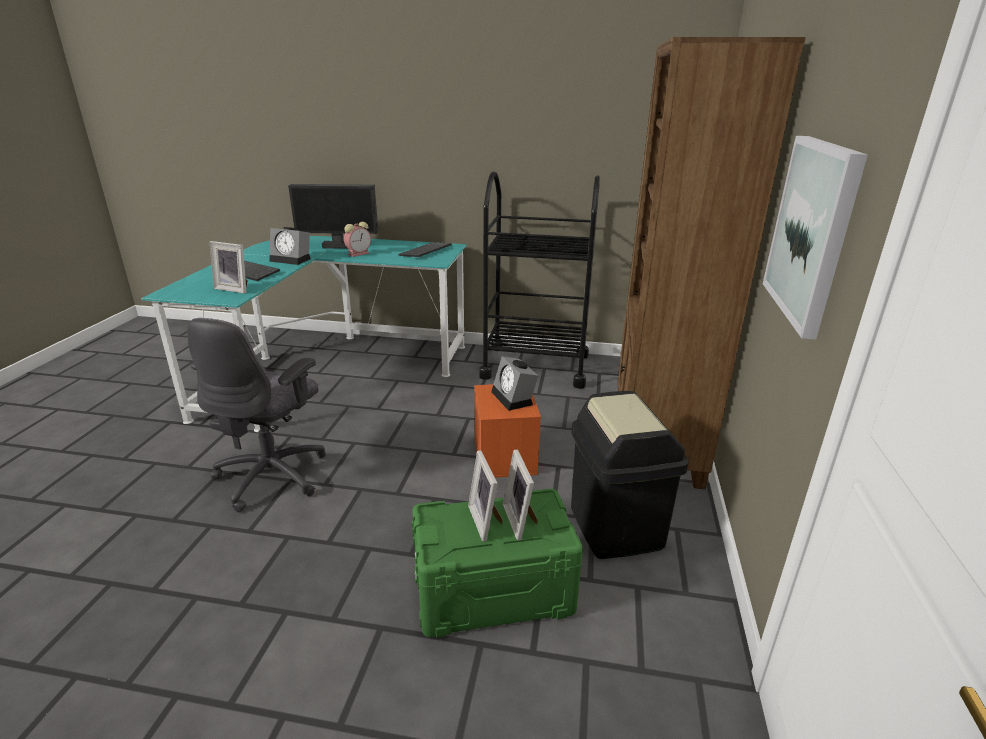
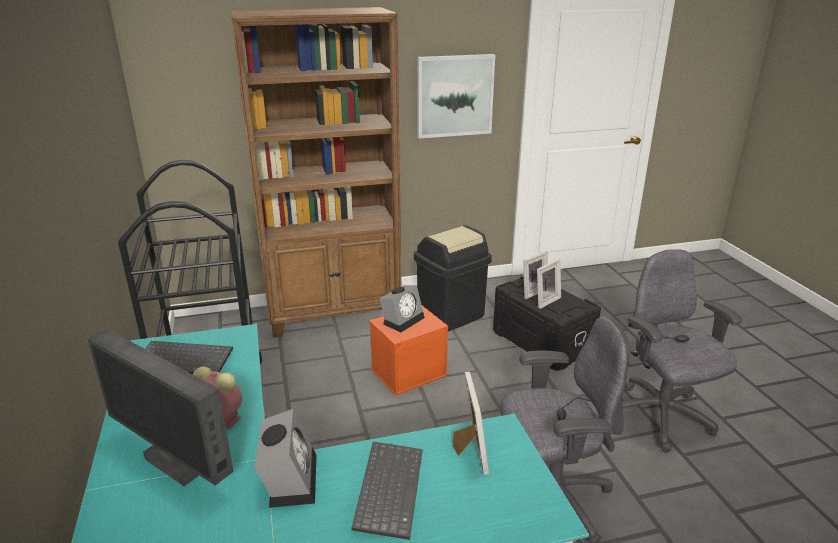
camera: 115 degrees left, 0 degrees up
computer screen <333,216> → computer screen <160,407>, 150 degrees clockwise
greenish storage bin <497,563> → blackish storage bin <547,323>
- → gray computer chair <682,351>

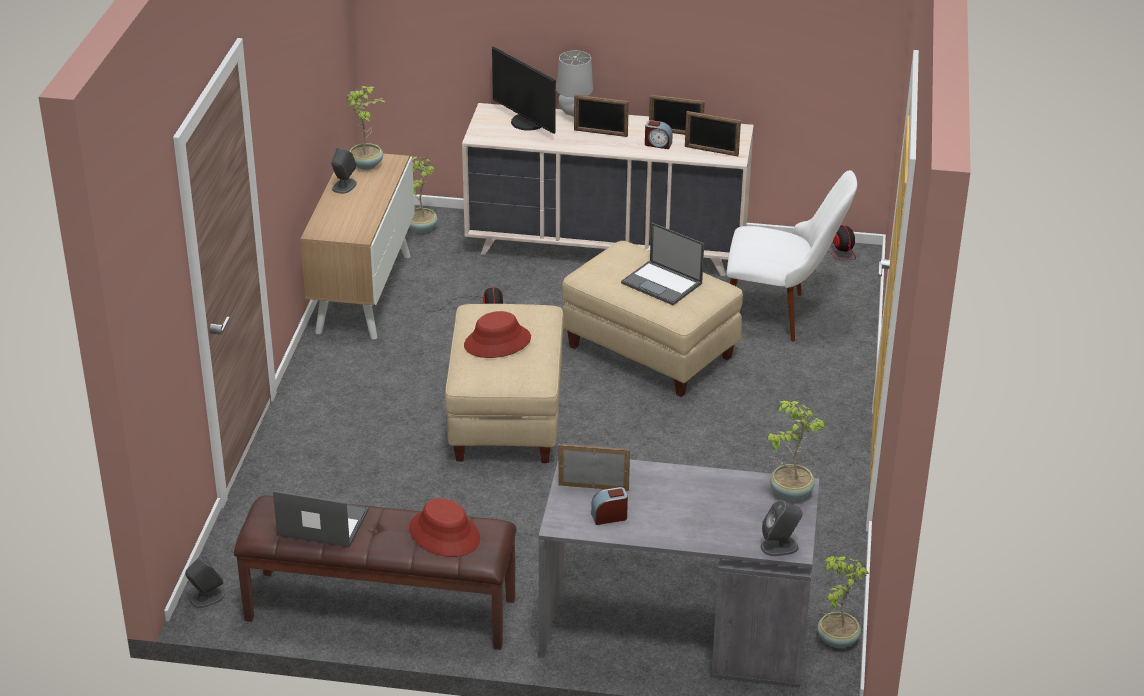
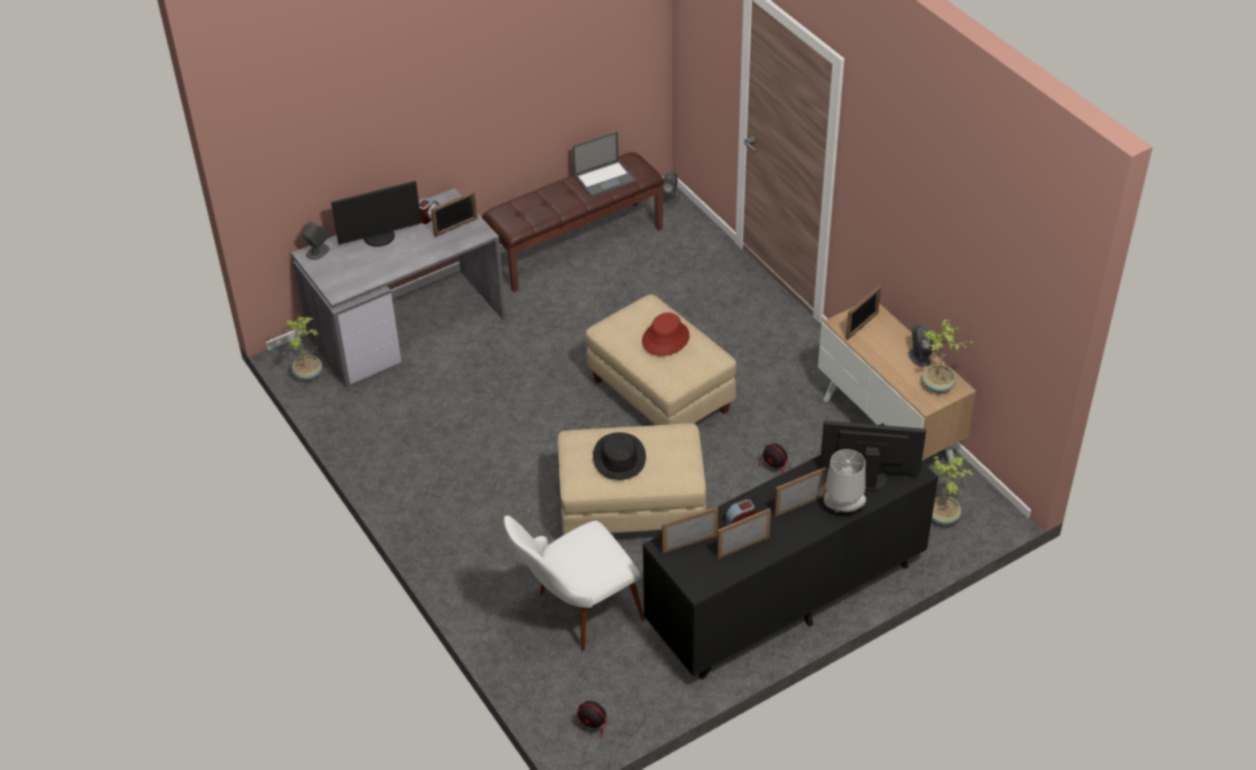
camera: 140 degrees right, 10 degrees up
red-coloured hat <444,527> → -
sand-coloured chest of drawers <608,189> → blackish chest of drawers <790,551>
portable computer <662,264> → blackish hat <619,456>
plant in a pot <796,450> → -
- → computer screen <376,214>
- → standing frame <863,312>

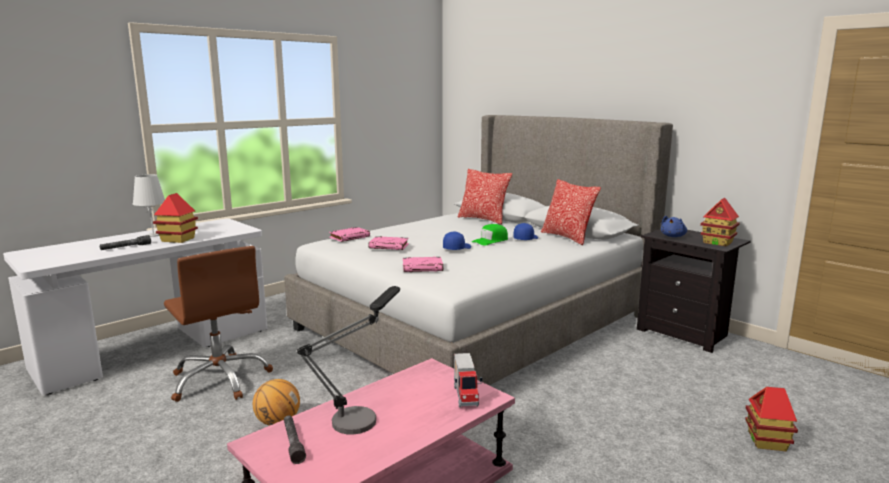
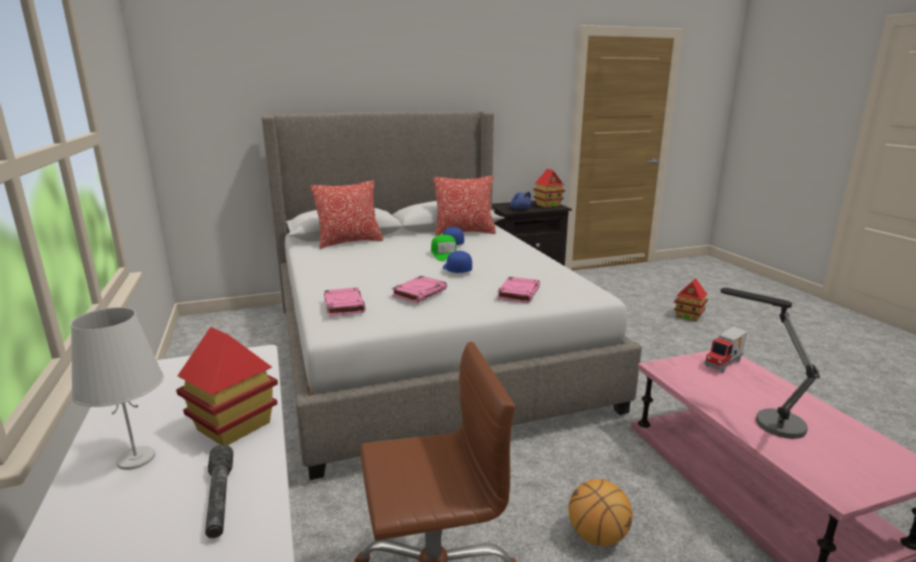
camera: 65 degrees left, 5 degrees up
gray flashlight <295,439> → -
model truck <468,380> → model truck <726,350>, 120 degrees clockwise

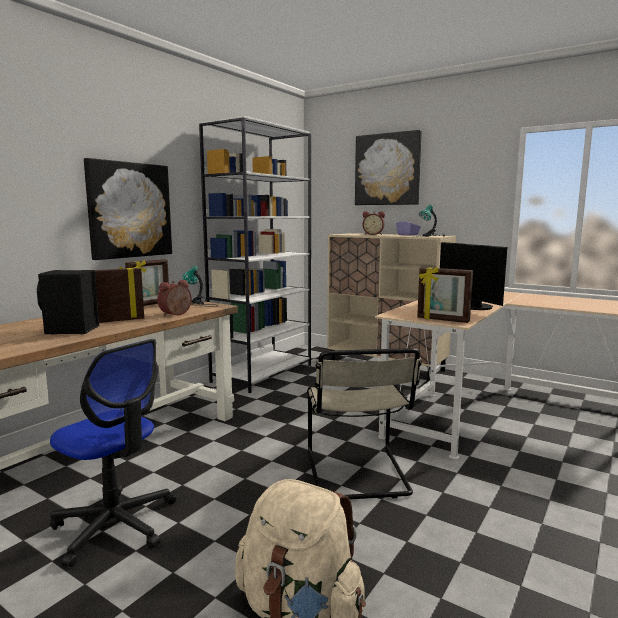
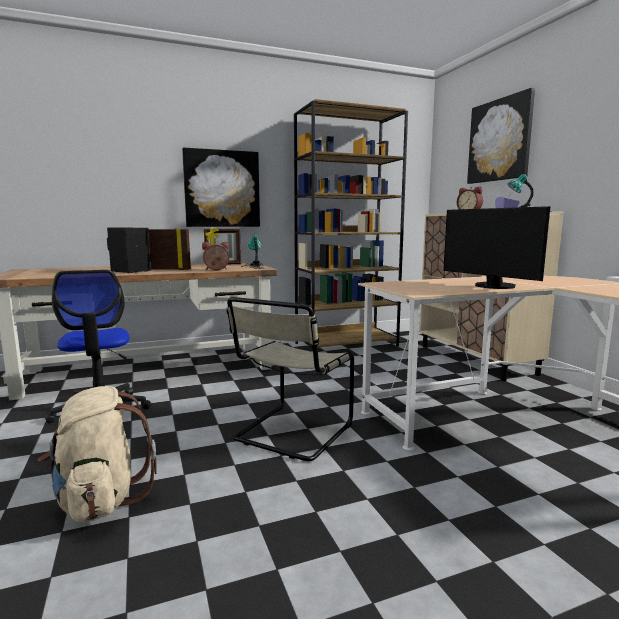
camera: 35 degrees right, 0 degrees up
white-coloured shelving unit <255,254> → brown-coloured shelving unit <351,225>
standing frame <445,295> → -
computer screen <473,276> → computer screen <496,247>, 45 degrees counterclockwise

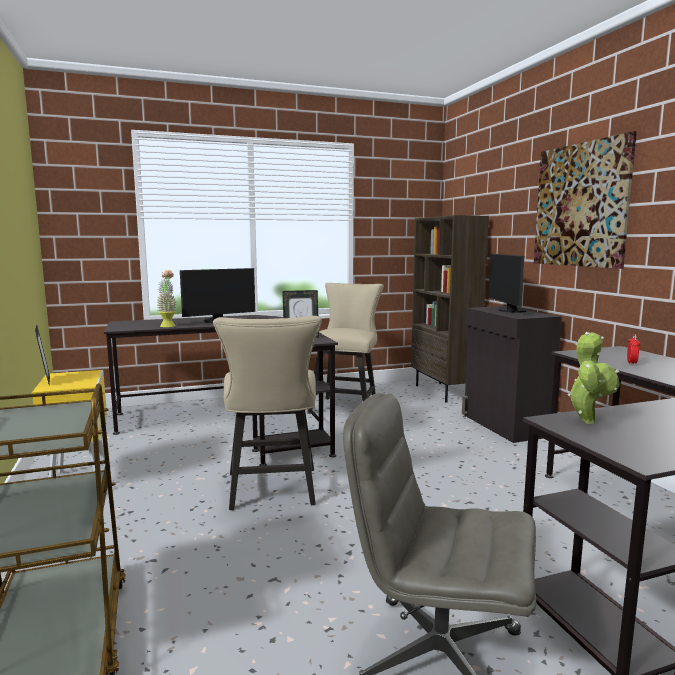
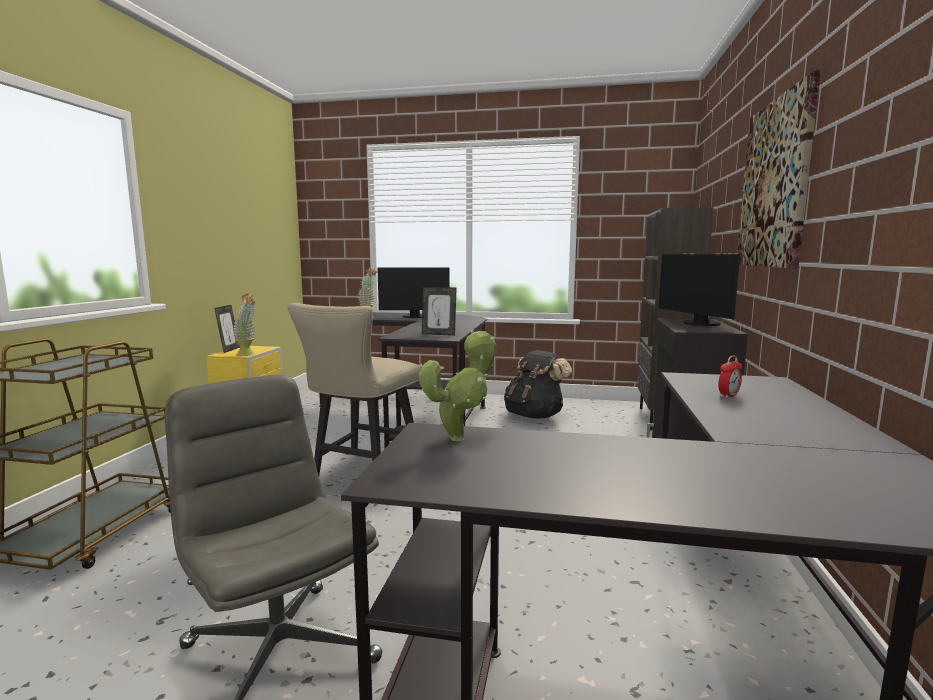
camera: 30 degrees right, 0 degrees up
sand-coloured plain chair <345,348> → blackish knapsack <538,384>
computer screen <508,283> → computer screen <699,289>, 45 degrees counterclockwise
- → plant in a pot <243,325>

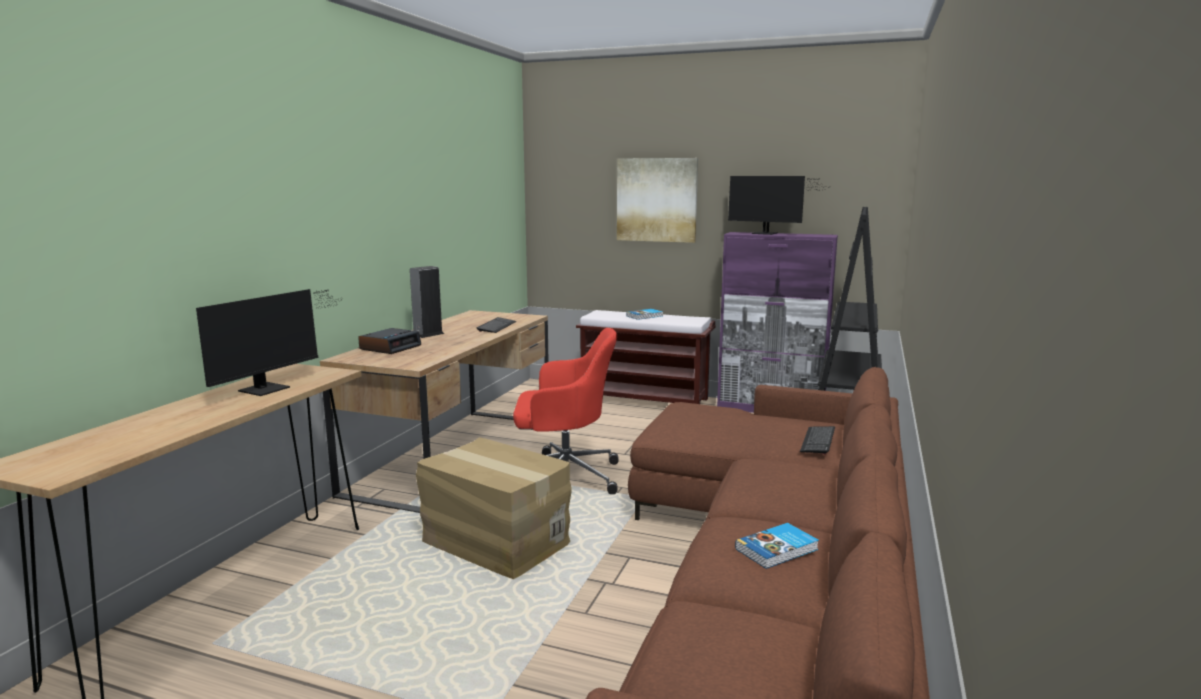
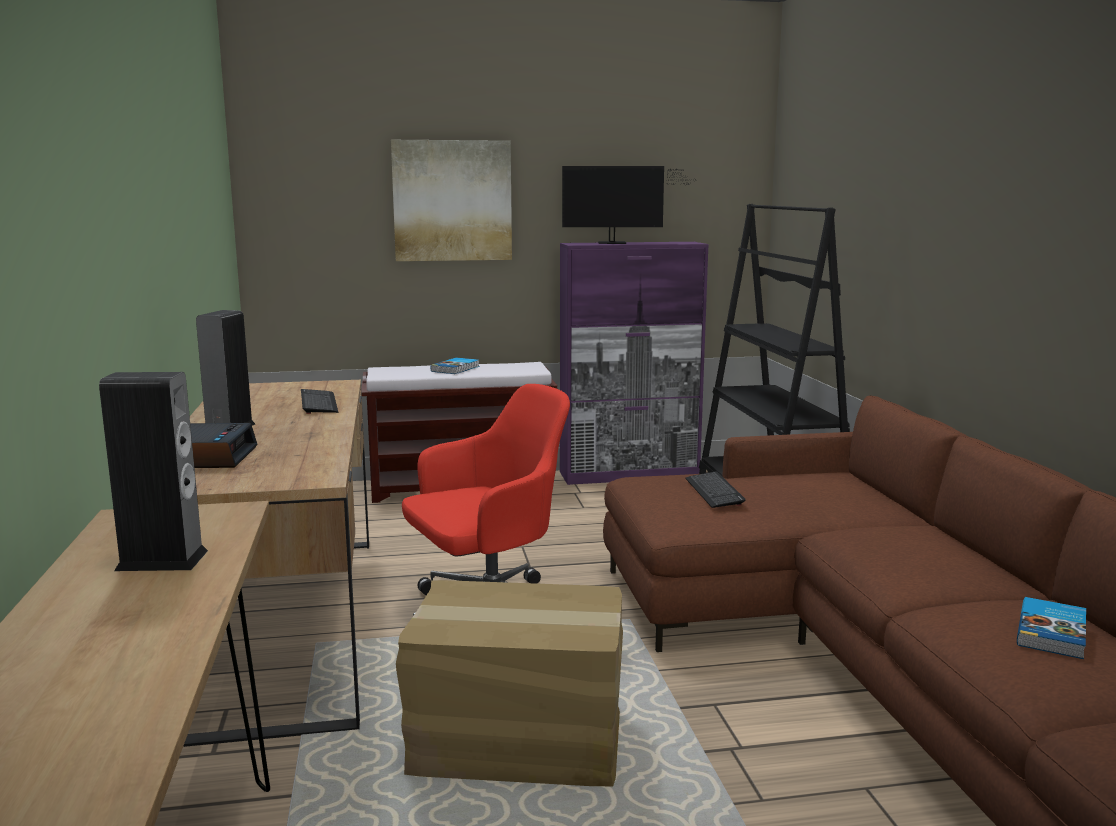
camera: 30 degrees left, 0 degrees up
computer screen <269,342> → loudspeaker <153,471>
computer keyboard <817,440> → computer keyboard <716,489>, shifted

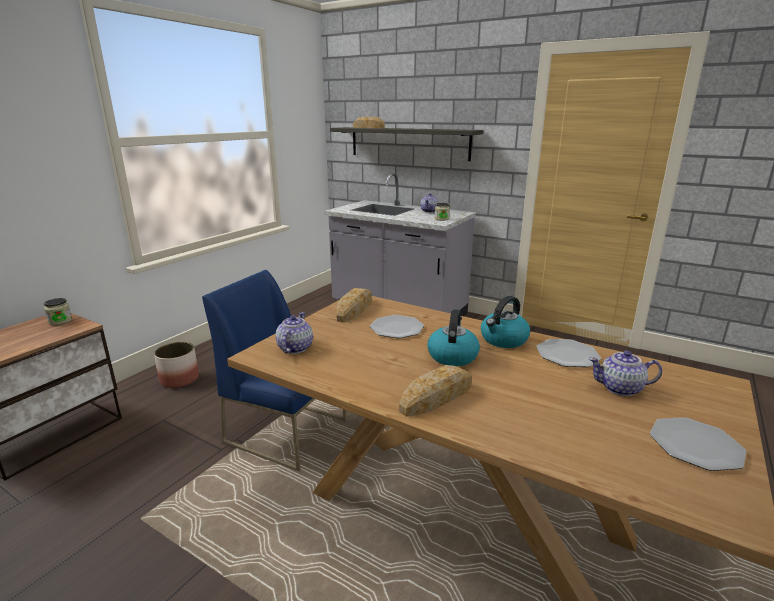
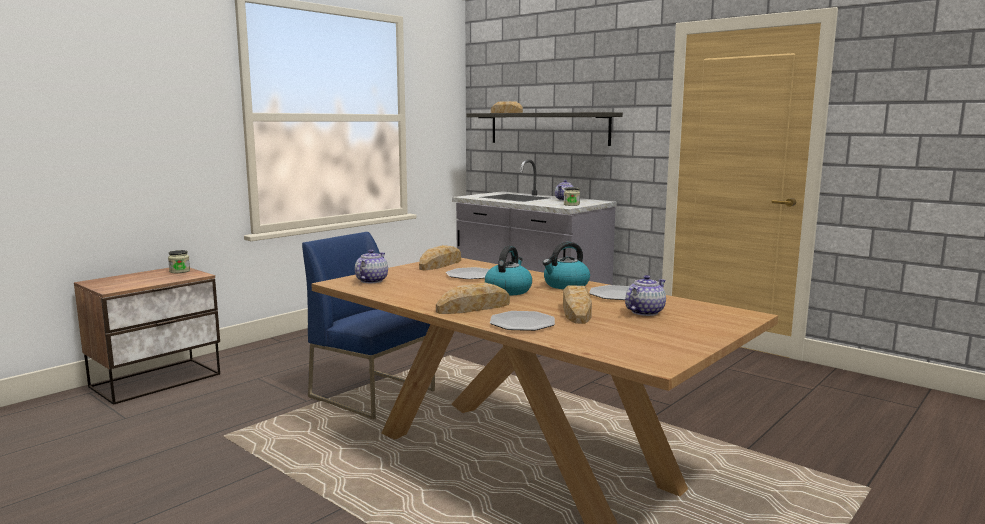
camera: 10 degrees right, 10 degrees down
planter <176,365> → -
teapot <625,373> → teapot <645,295>, 120 degrees clockwise
flat dish <698,444> → flat dish <522,321>, shifted
- → baked bread <577,305>

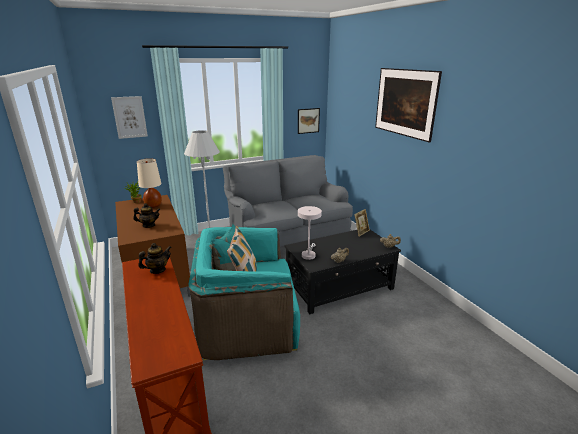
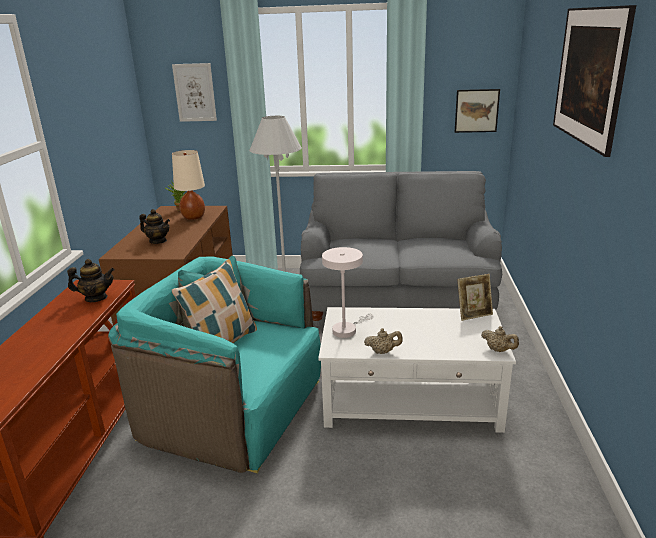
camera: 30 degrees right, 0 degrees up
blackish coffee table <342,272> → white-coloured coffee table <417,370>

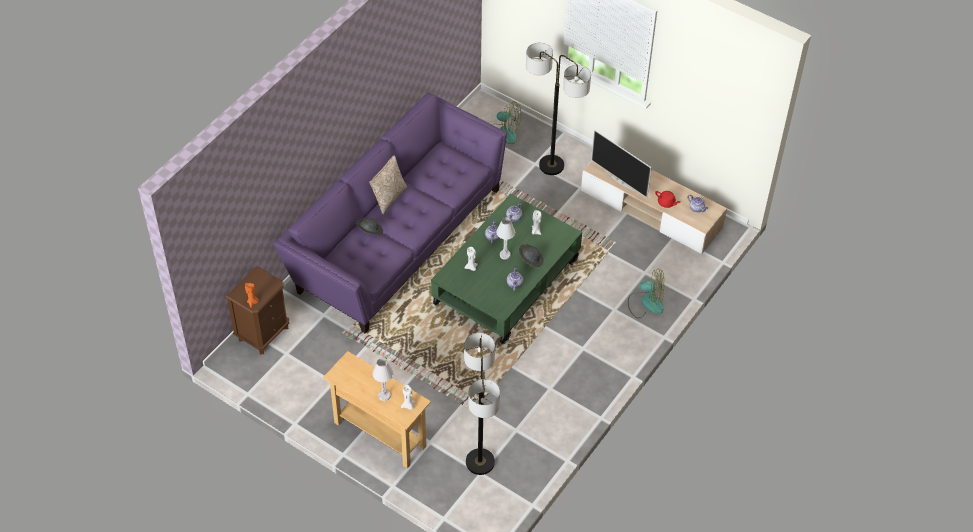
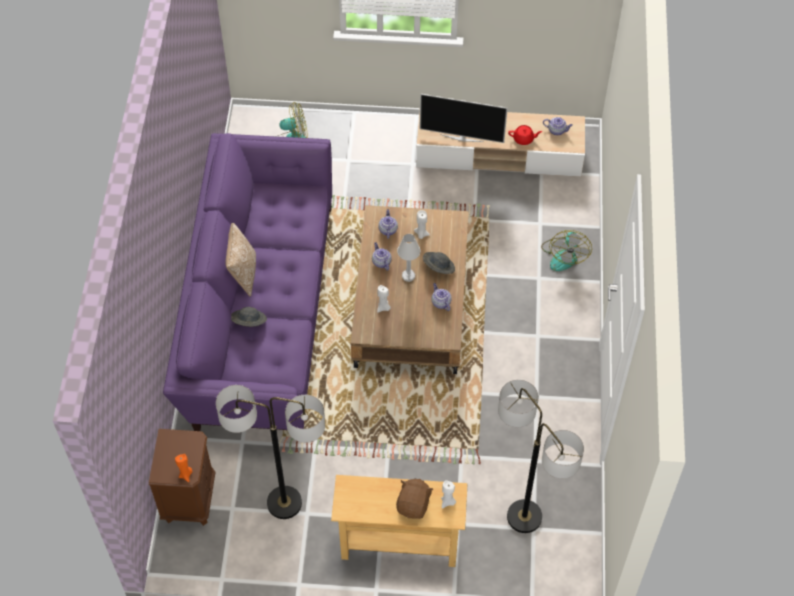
camera: 30 degrees left, 5 degrees up
white-coloured lamp for a table <382,379> → brown-coloured soft toy <414,499>
greenish coffee table <506,269> → brown-coloured coffee table <409,289>
floor lamp <558,109> → floor lamp <270,452>, shifted
fan <646,293> → fan <566,250>, 120 degrees clockwise

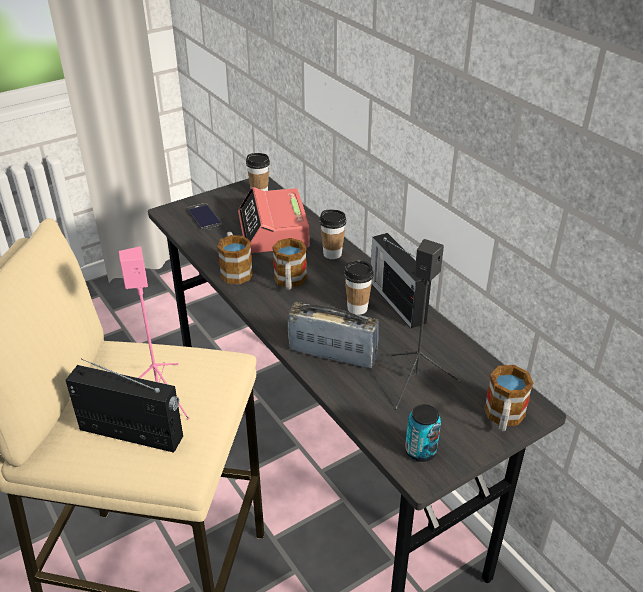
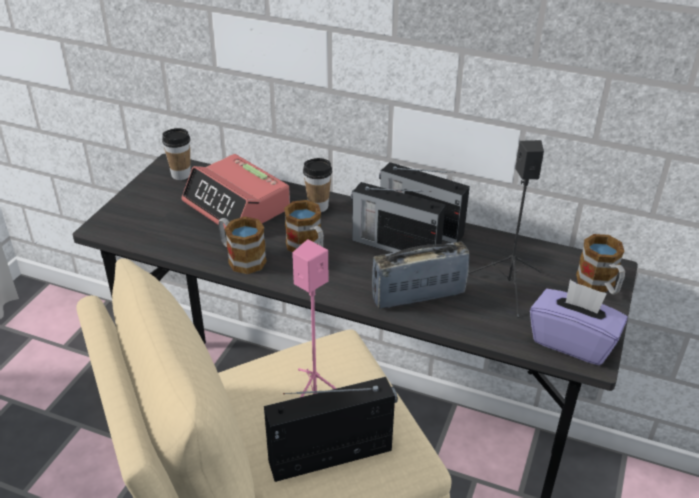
camera: 35 degrees left, 0 degrees up
phone <204,217> → -
small cup <359,288> → radio receiver <398,217>
can <423,433> → purplish box of tissues <579,322>

